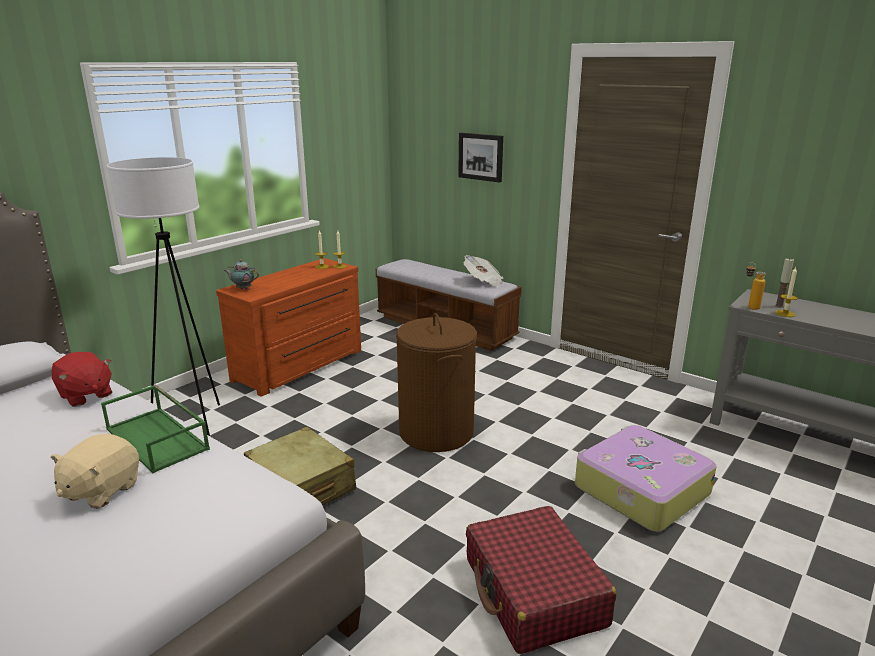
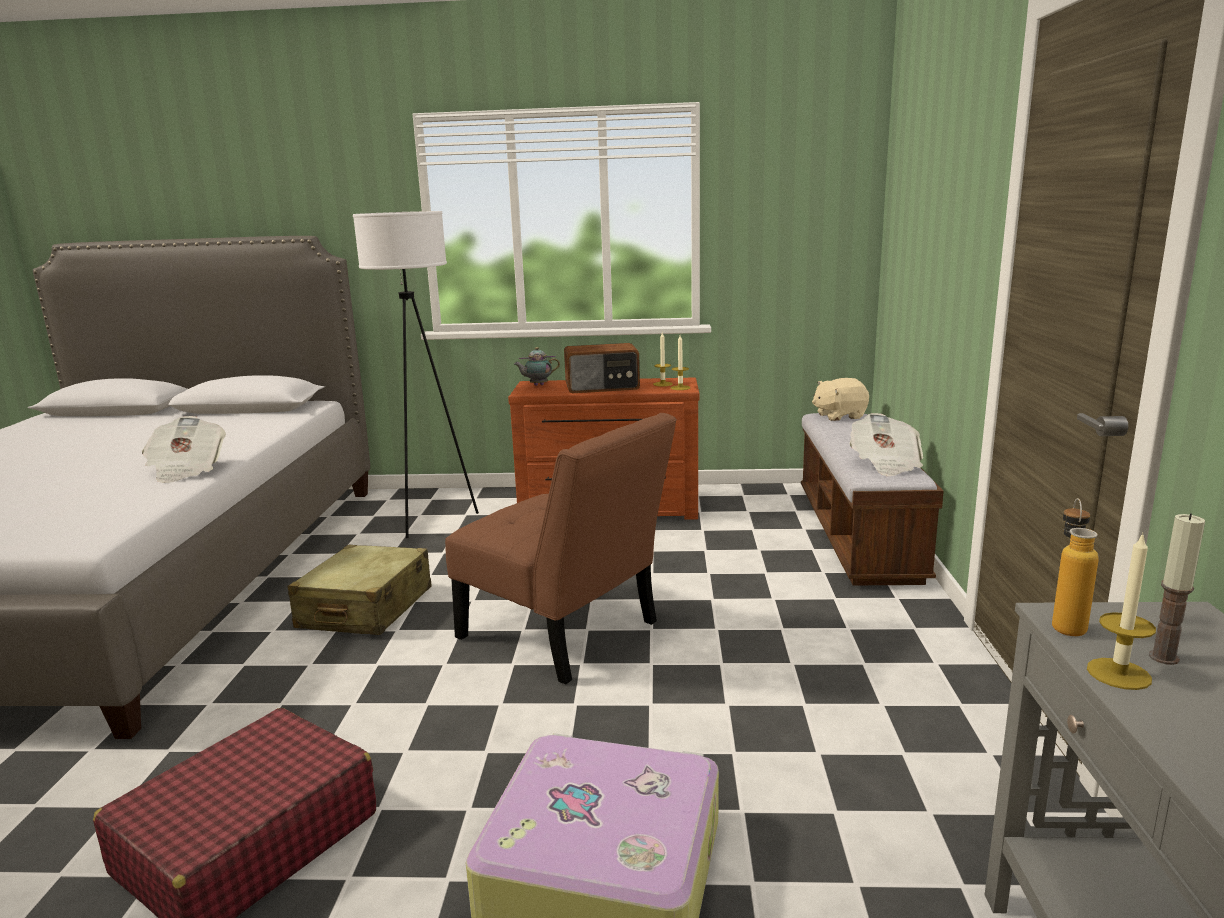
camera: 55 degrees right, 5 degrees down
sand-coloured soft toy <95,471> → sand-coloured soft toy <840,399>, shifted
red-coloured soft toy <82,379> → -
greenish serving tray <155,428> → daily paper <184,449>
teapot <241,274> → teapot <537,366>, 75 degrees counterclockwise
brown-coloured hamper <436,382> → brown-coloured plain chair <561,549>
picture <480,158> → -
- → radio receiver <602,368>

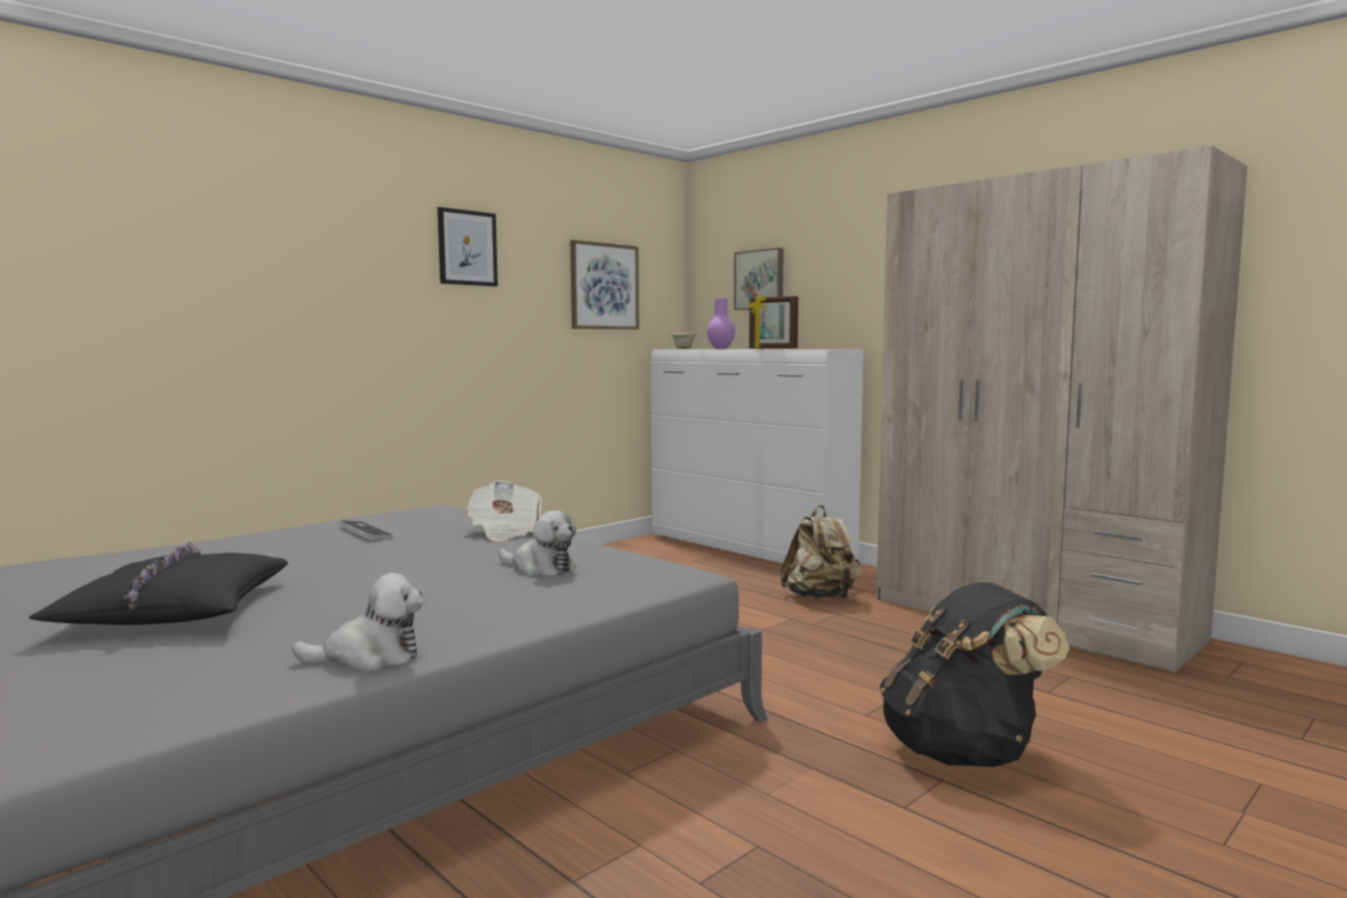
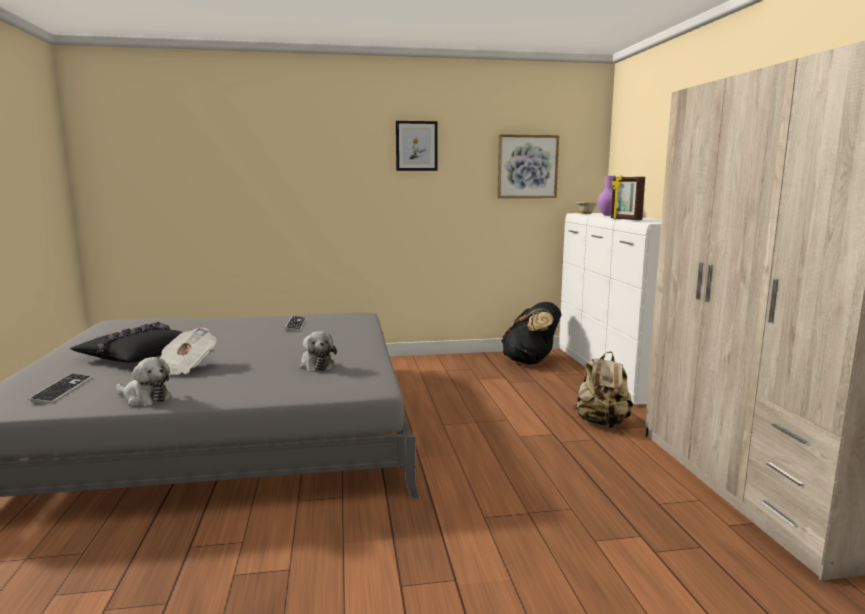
camera: 35 degrees right, 5 degrees up
daily paper <503,511> → daily paper <188,351>, shifted
picture <759,279> → -
blackish knapsack <974,674> → blackish knapsack <531,333>, shifted
- → computer keyboard <60,388>

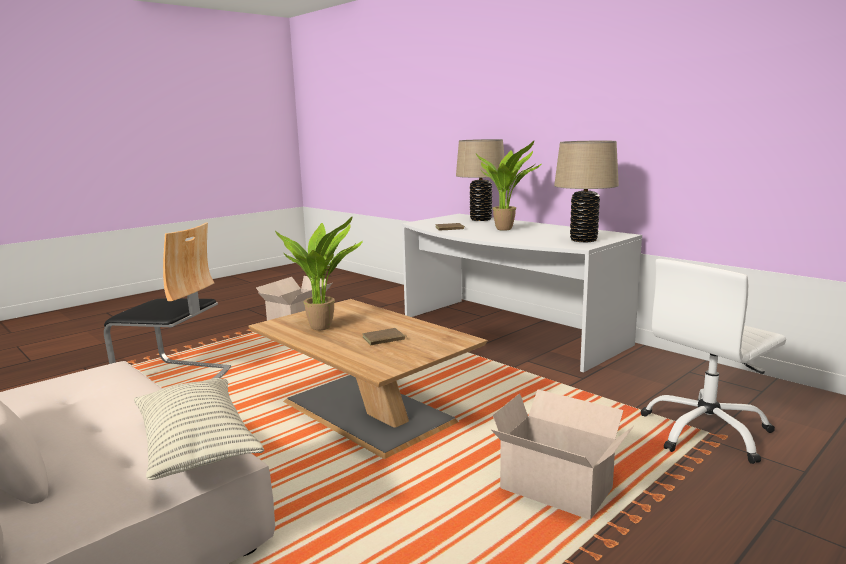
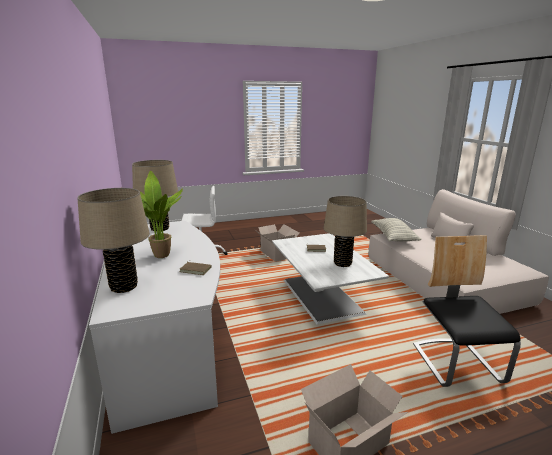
camera: 155 degrees left, 5 degrees up
plain chair <167,300> → plain chair <467,311>, 45 degrees clockwise
brown-coloured coffee table <368,379> → white-coloured coffee table <330,279>
plant in a pot <319,273> → sand-coloured lamp for a table <345,231>

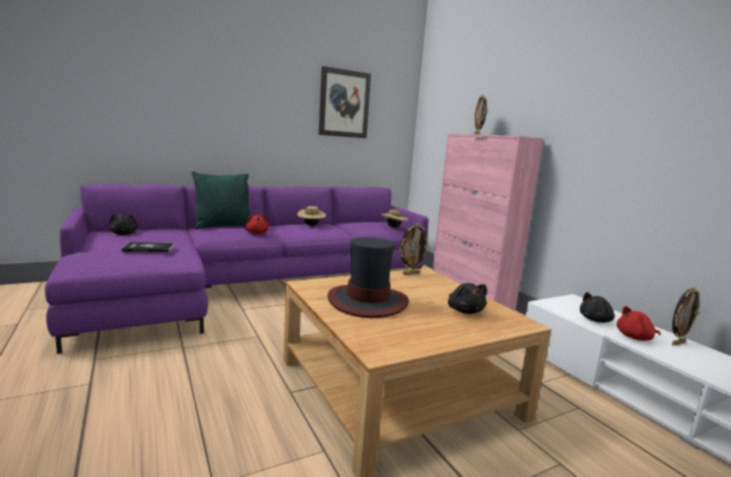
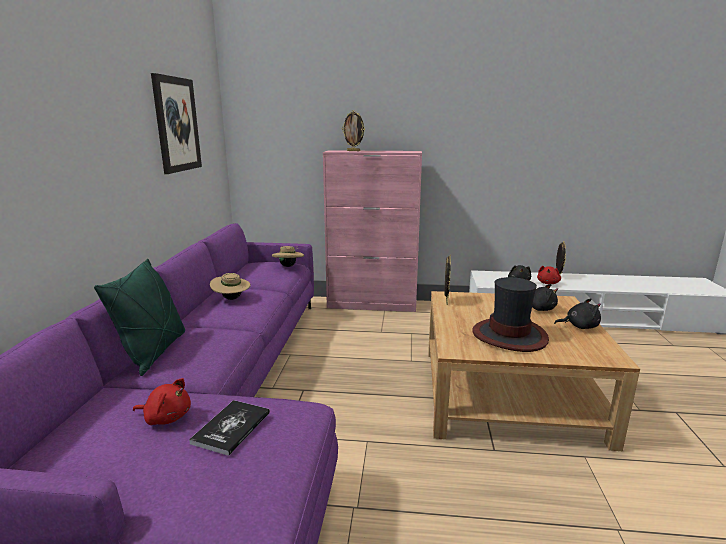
camera: 55 degrees left, 5 degrees up
blackish soft toy <123,224> → blackish soft toy <577,313>, shifted
red-coloured soft toy <257,224> → red-coloured soft toy <162,401>, shifted

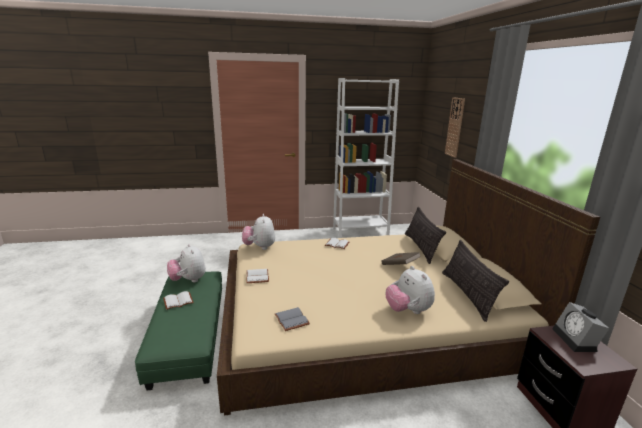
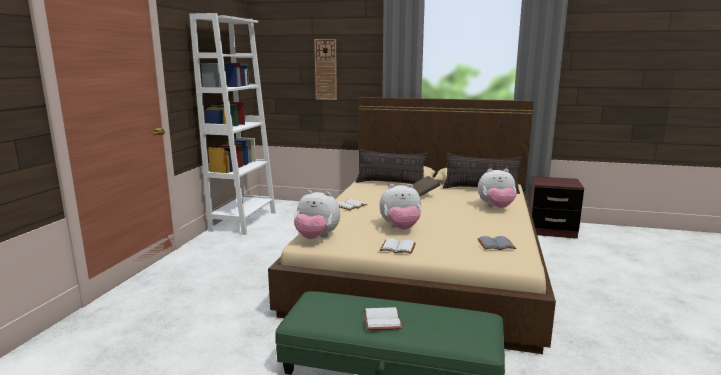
camera: 65 degrees left, 5 degrees down
soft toy <186,263> → soft toy <400,207>, shifted
alarm clock <581,327> → -

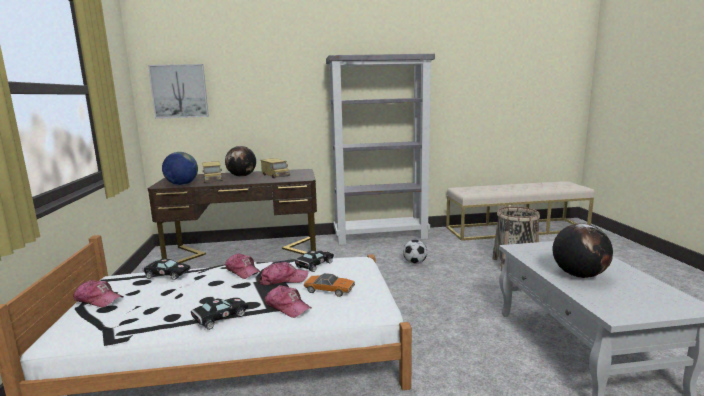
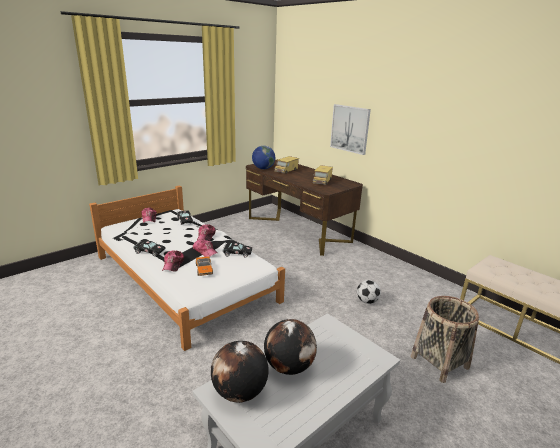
camera: 55 degrees right, 10 degrees up
picture <178,91> → picture <350,129>, shifted
desk globe <240,161> → desk globe <239,372>, shifted
gray shelving unit <380,149> → -

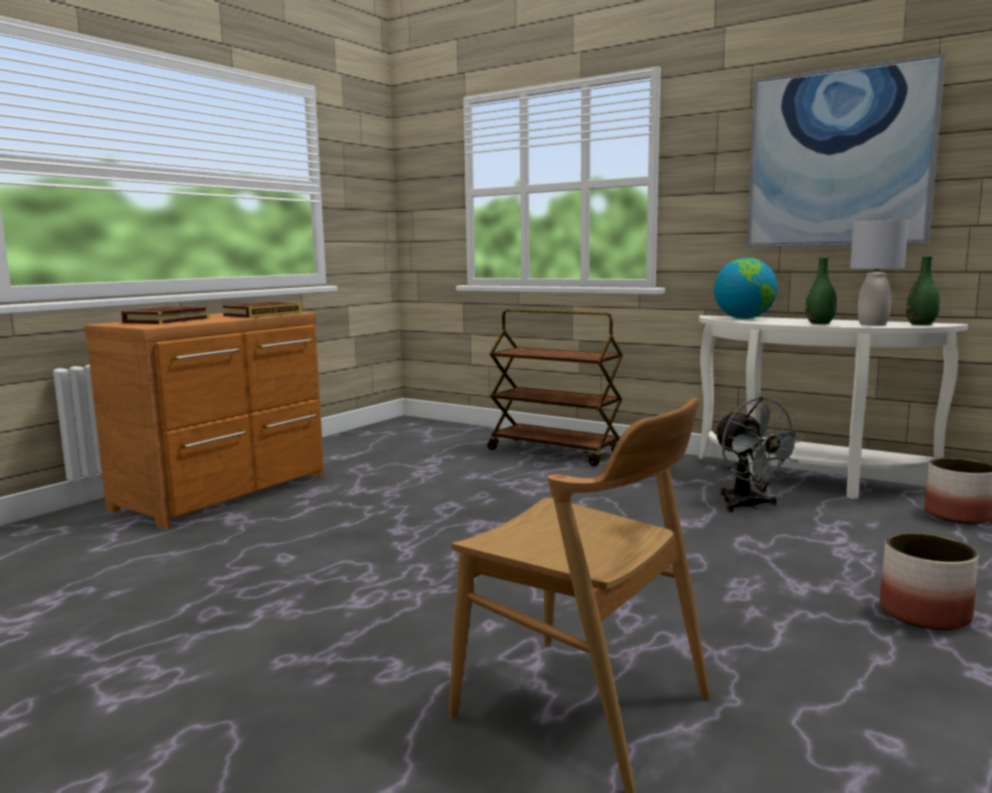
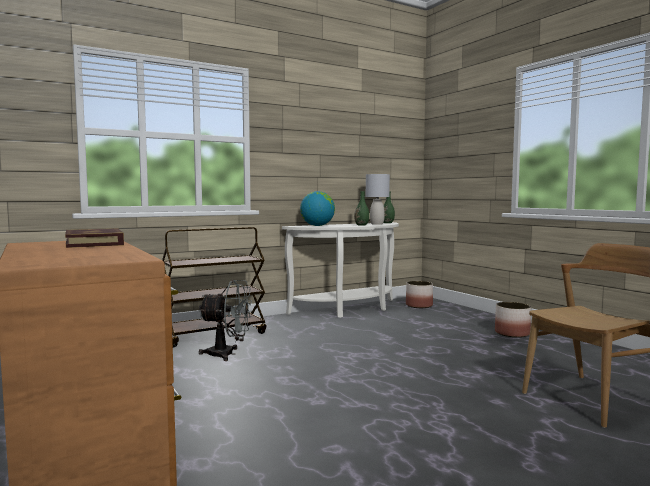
camera: 65 degrees left, 5 degrees down
book <165,315> → -
gray fan <759,454> → gray fan <225,320>, shifted
picture <846,150> → -

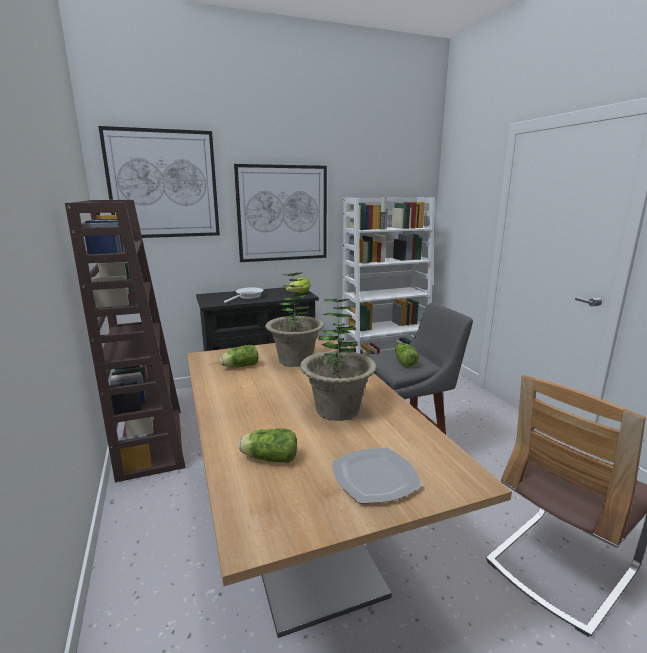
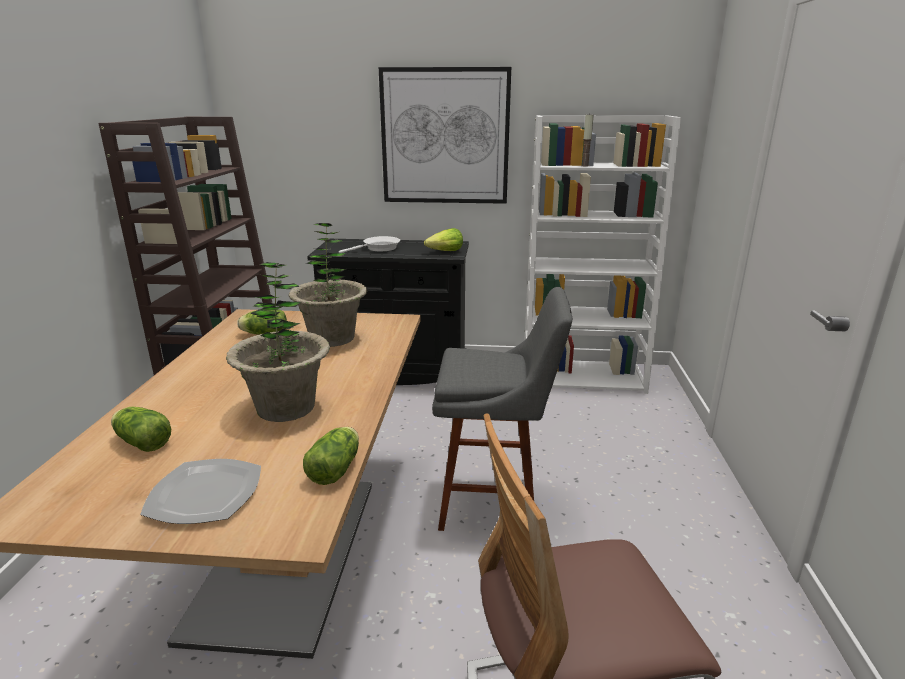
camera: 25 degrees right, 5 degrees up
picture <159,182> → -
head of lettuce <407,355> → head of lettuce <331,456>, shifted

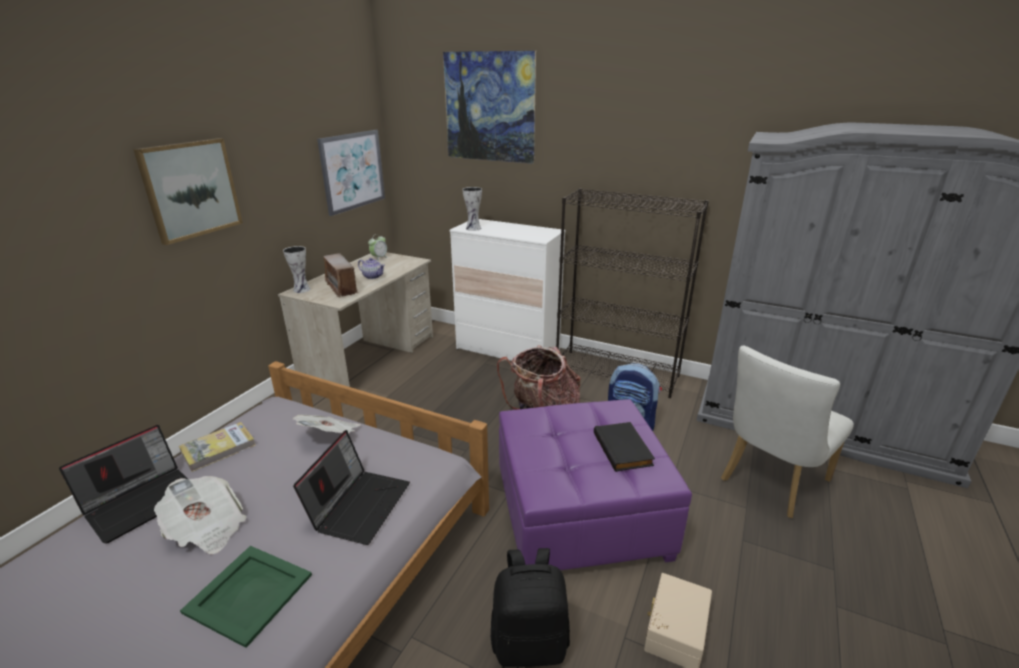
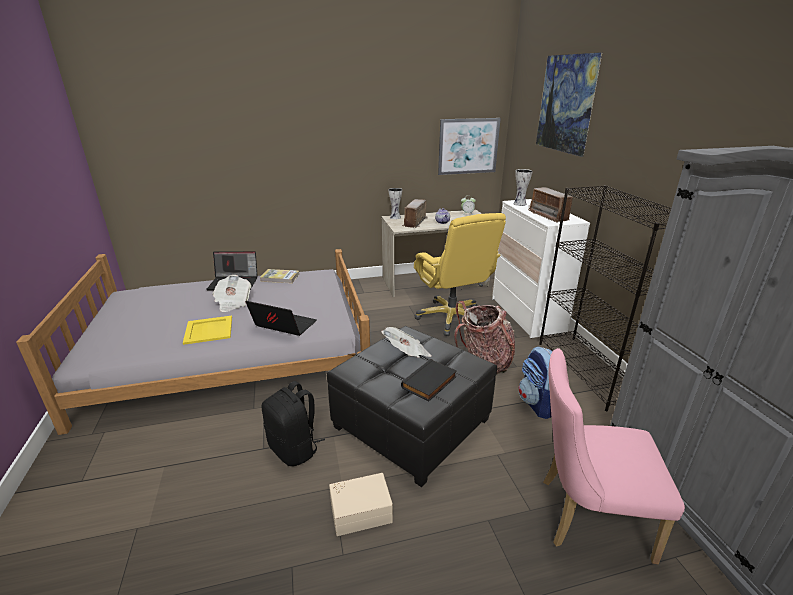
camera: 50 degrees right, 0 degrees up
picture <188,191> → -
greenish serving tray <246,597> → yellowish serving tray <207,330>
daily paper <326,424> → daily paper <406,342>, shifted
portable computer <351,487> → portable computer <281,318>, 135 degrees counterclockwise
purplish footrest <595,484> → blackish footrest <412,406>
white-coloured plain chair <787,432> → pink-coloured plain chair <614,456>
- → yellowish computer chair <460,274>
- → radio receiver <550,205>

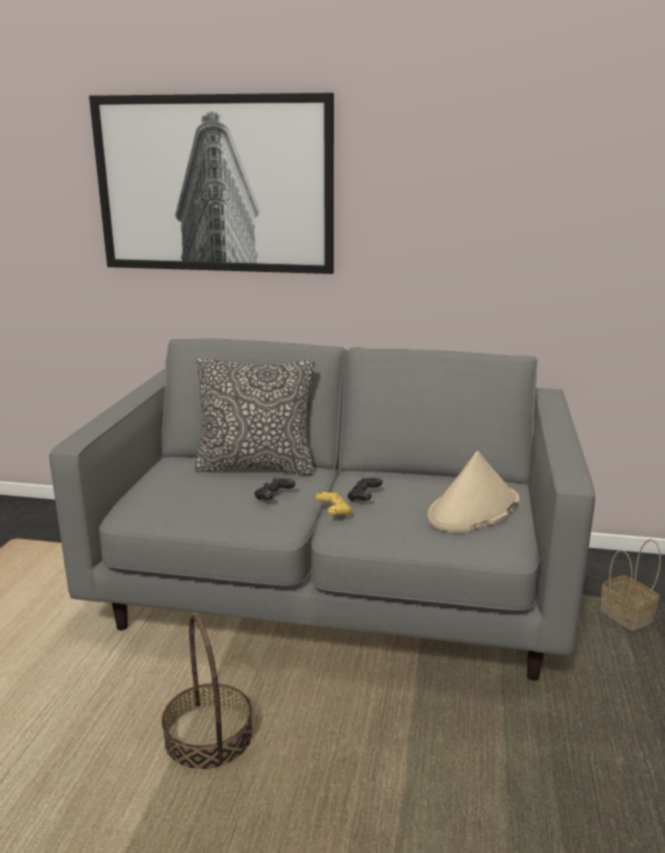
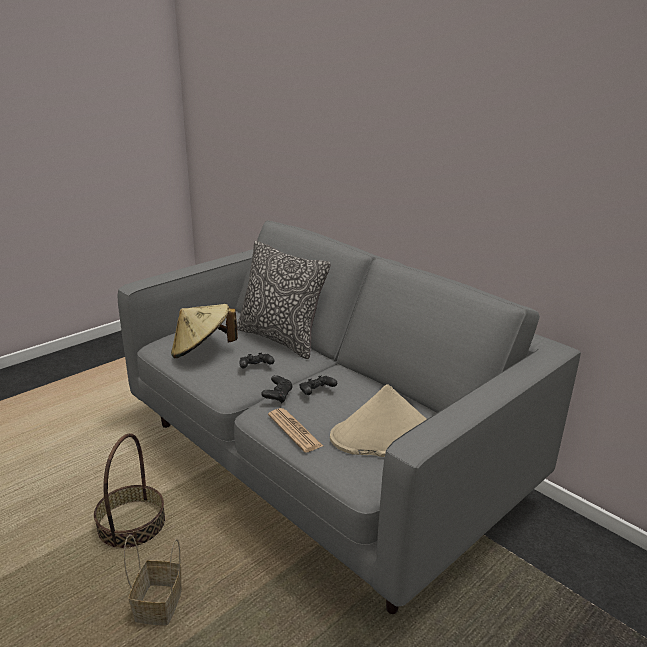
camera: 35 degrees right, 5 degrees up
picture <211,183> → -
yellowish joypad <333,504> → blackish joypad <277,389>
basket <630,585> → basket <153,580>, shifted
- → sand-coloured hat <204,331>
- → daily paper <295,430>

